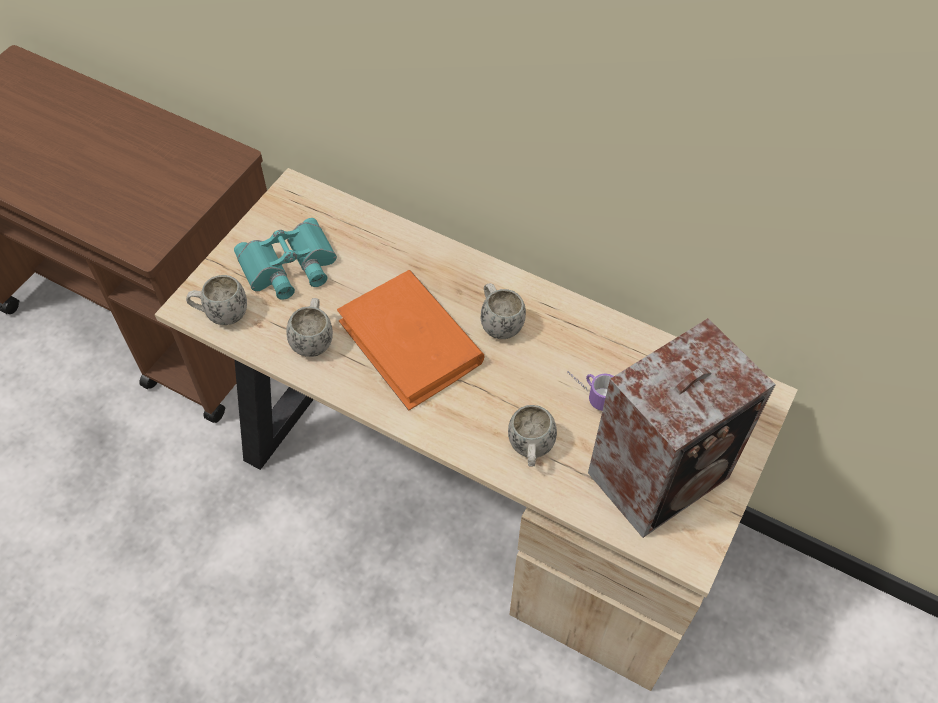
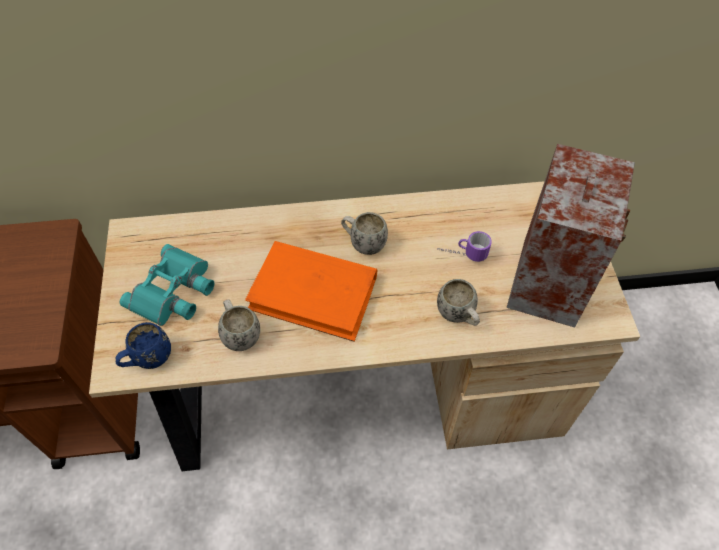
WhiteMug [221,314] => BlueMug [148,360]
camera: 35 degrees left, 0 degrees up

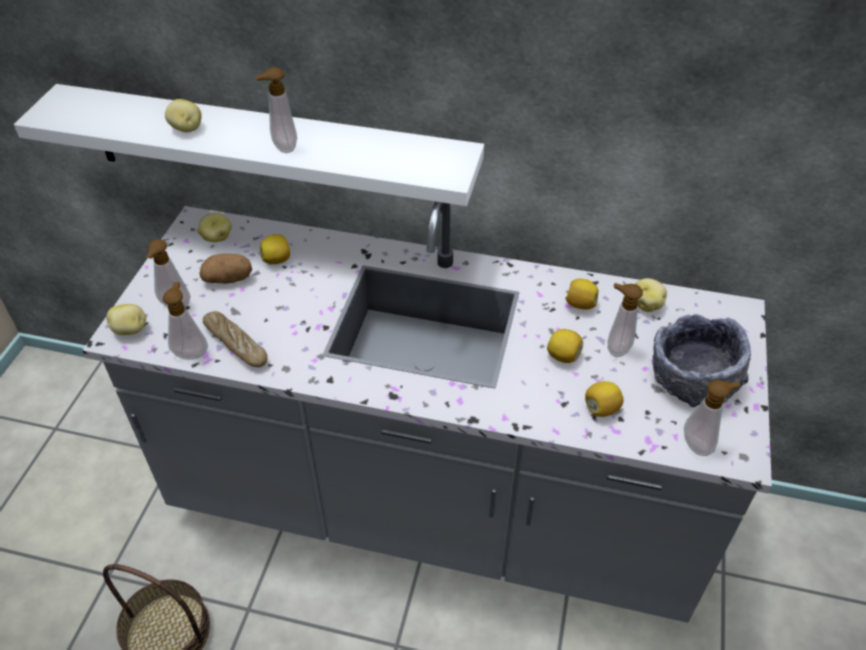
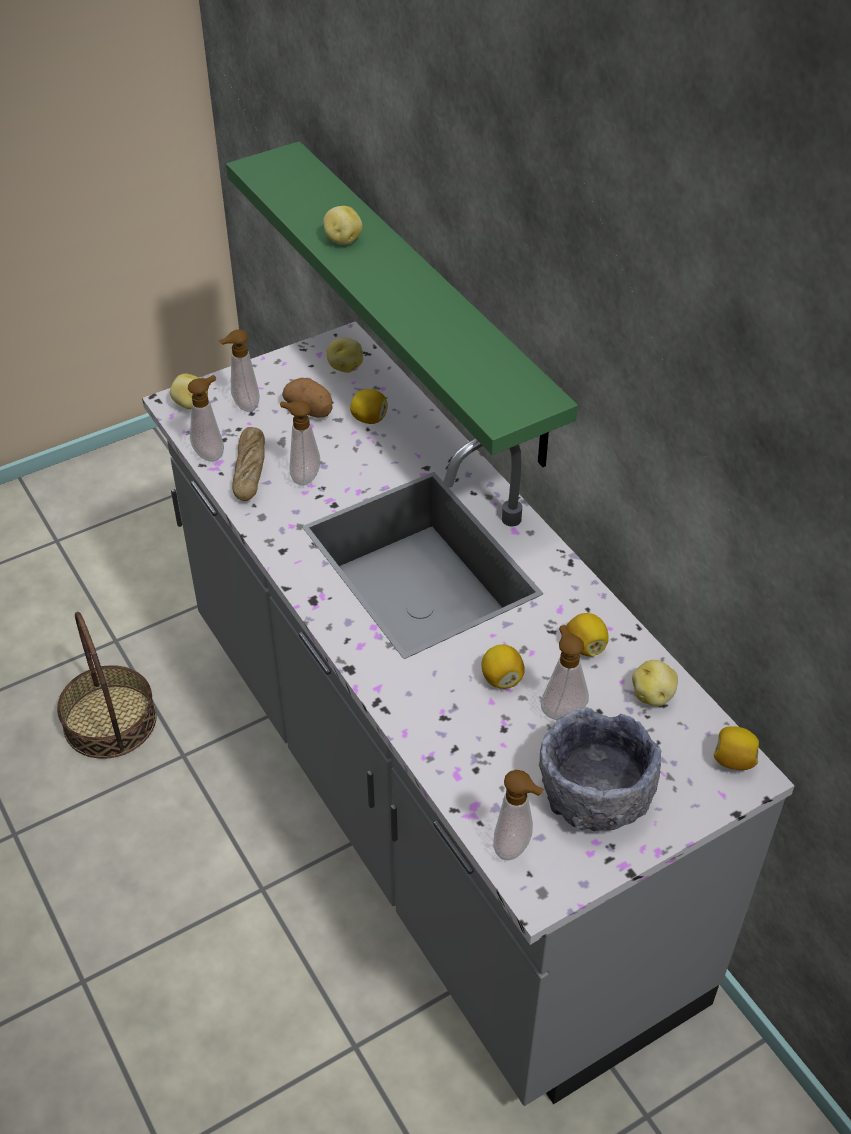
SoapDispenser [282,148] => SoapDispenser [303,476], move
WhiteShelf [267,149] => GreenShelf [423,300]
Lemon [601,409] => Lemon [733,760], move
camera: 45 degrees right, 0 degrees up

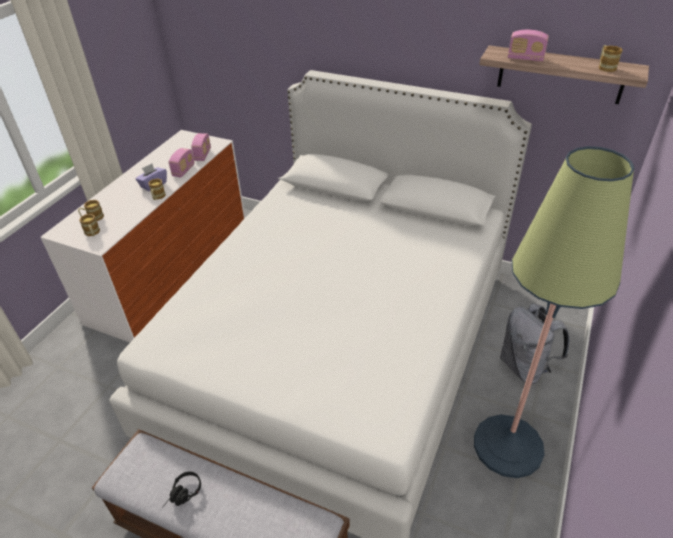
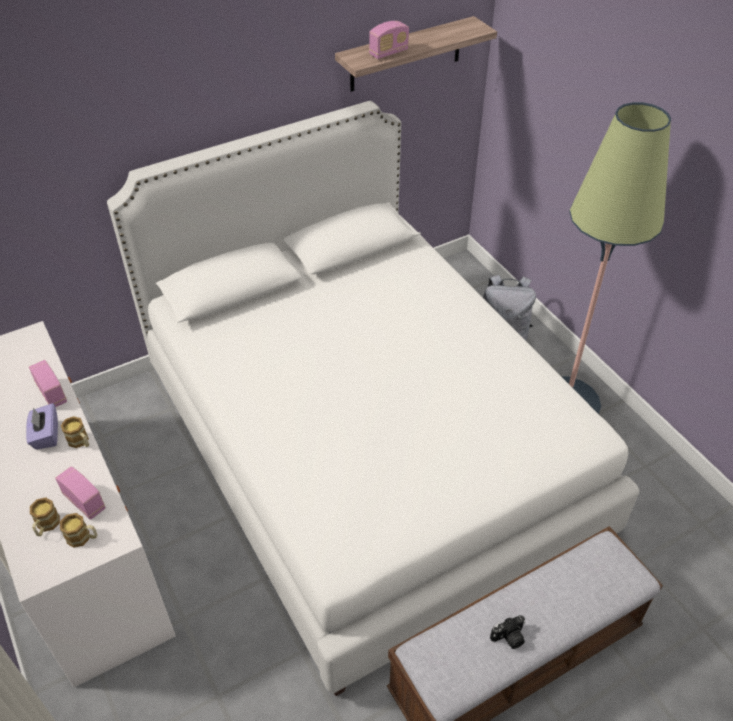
Mug [605,66] => nothing
Radio [203,155] => Radio [84,502], move
BlackHeadphones [183,495] => PhotoCamera [509,638]
camera: 55 degrees left, 5 degrees up

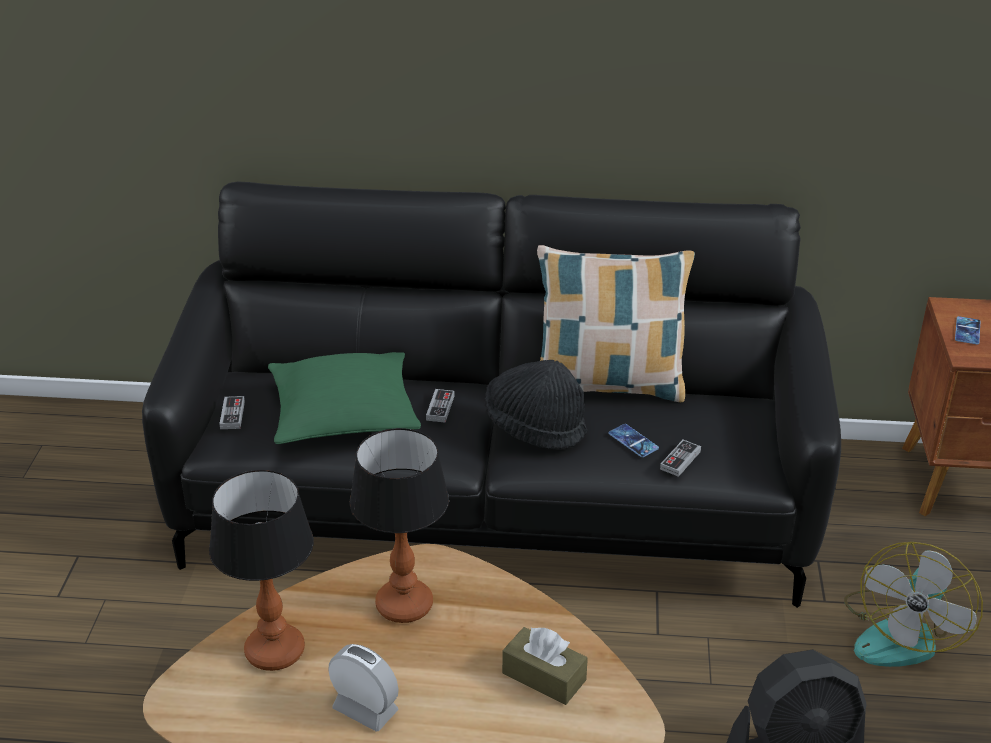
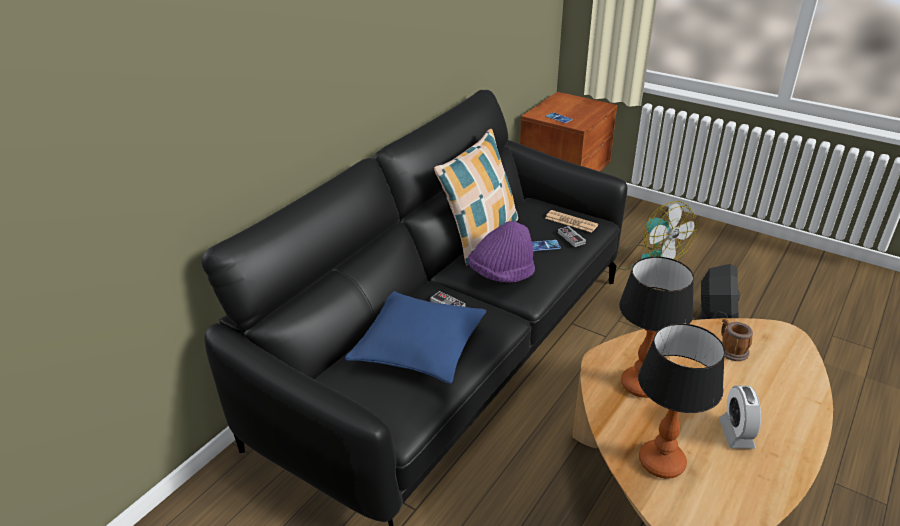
GreenPillow [343,413] => BluePillow [419,347]
BlackHat [534,427] => PurpleHat [501,274]
GameController [232,415] => nothing
BrownTissueBox [544,676] => Mug [730,349]
AlarmClock [365,710] => AlarmClock [736,434], 60 degrees counterclockwise
nothing => Newspaper [571,222]
camera: 60 degrees left, 0 degrees up

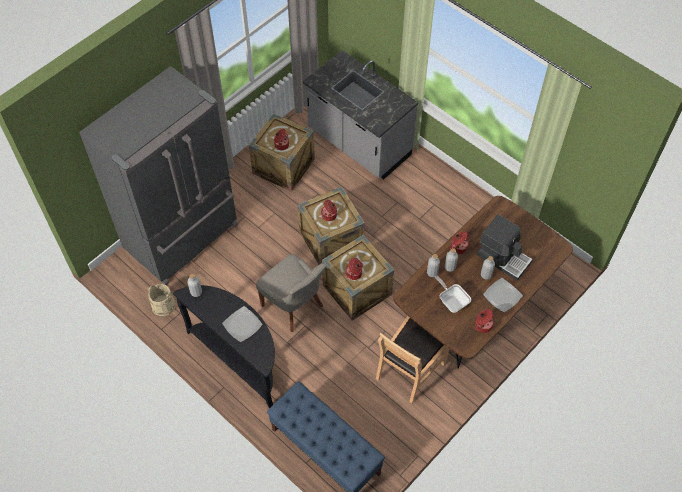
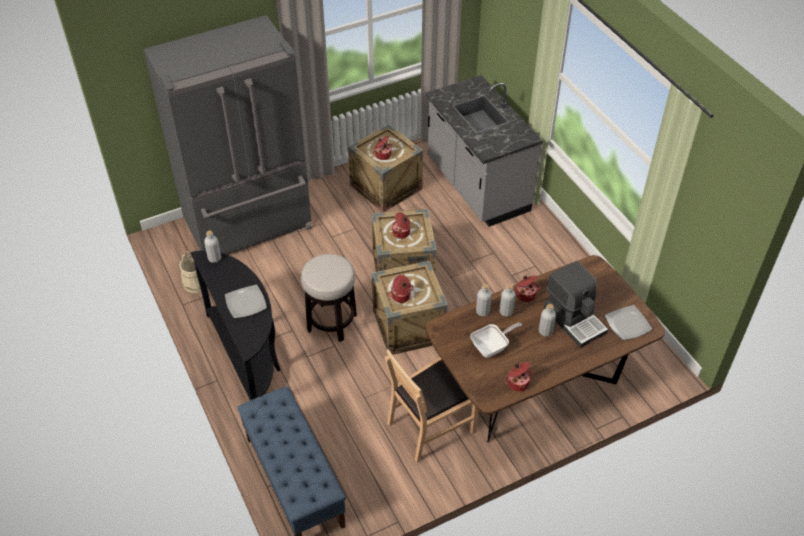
GreyChair [294,306] => Stool [332,322]
FryingPan [452,301] => FryingPan [492,347], 75 degrees clockwise
Plate [502,296] => Plate [627,324], move
camera: 20 degrees right, 10 degrees down

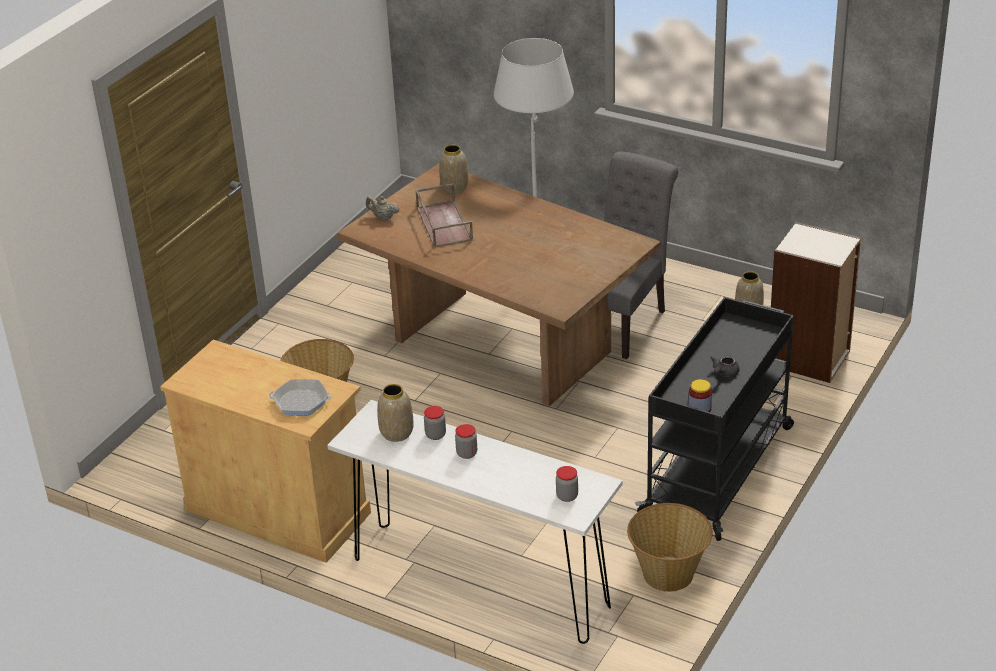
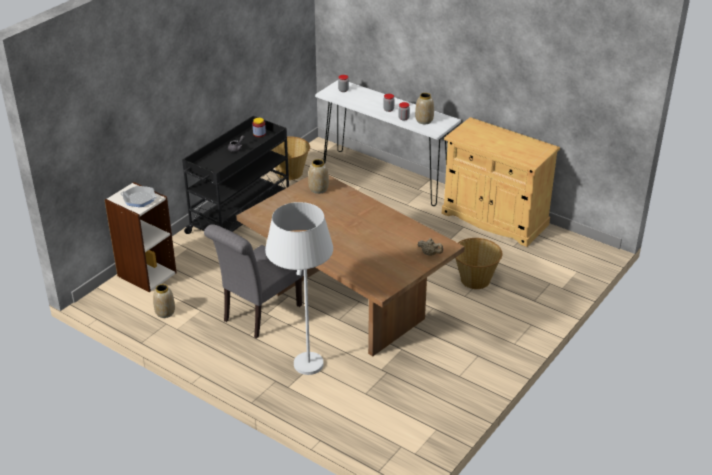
Vase [454,187] => Vase [318,189], move
BrownTray [443,223] => nothing
FryingPan [301,402] => FryingPan [139,199], move
camera: 175 degrees left, 0 degrees up

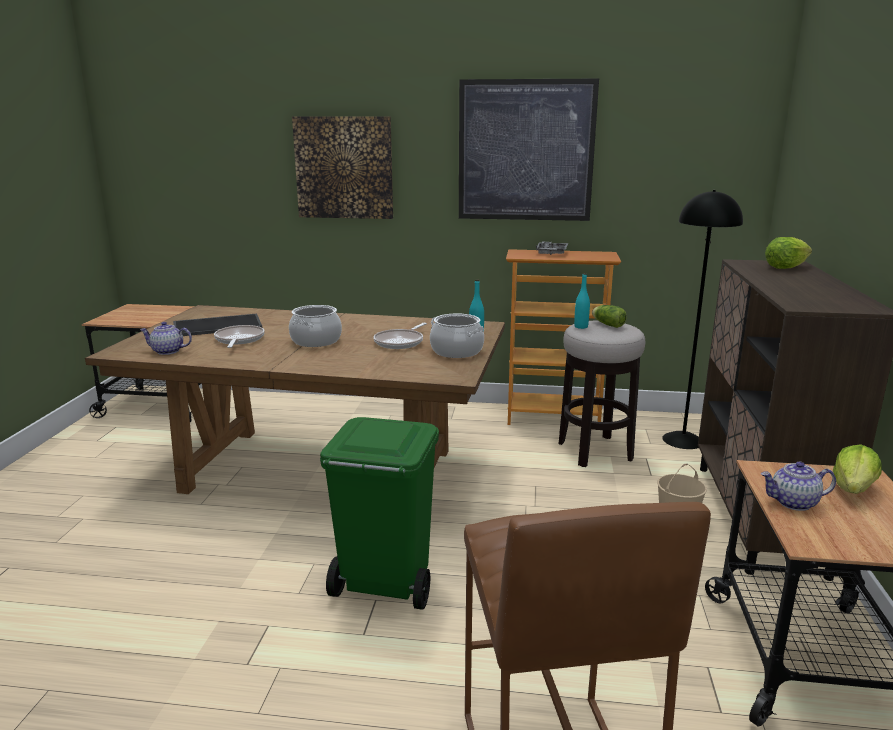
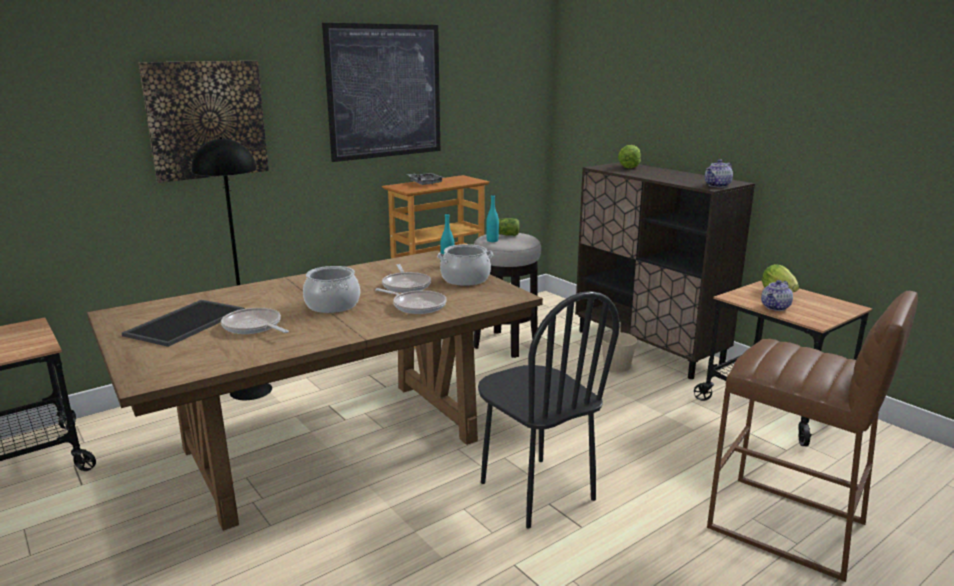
BlackFloorLamp [682,440] => BlackFloorLamp [250,390], move
Teapot [167,351] => Teapot [717,185], move
GreenTrashCan [385,584] => BlackChair [536,491]
nothing => FryingPan [416,306]
camera: 45 degrees left, 0 degrees up

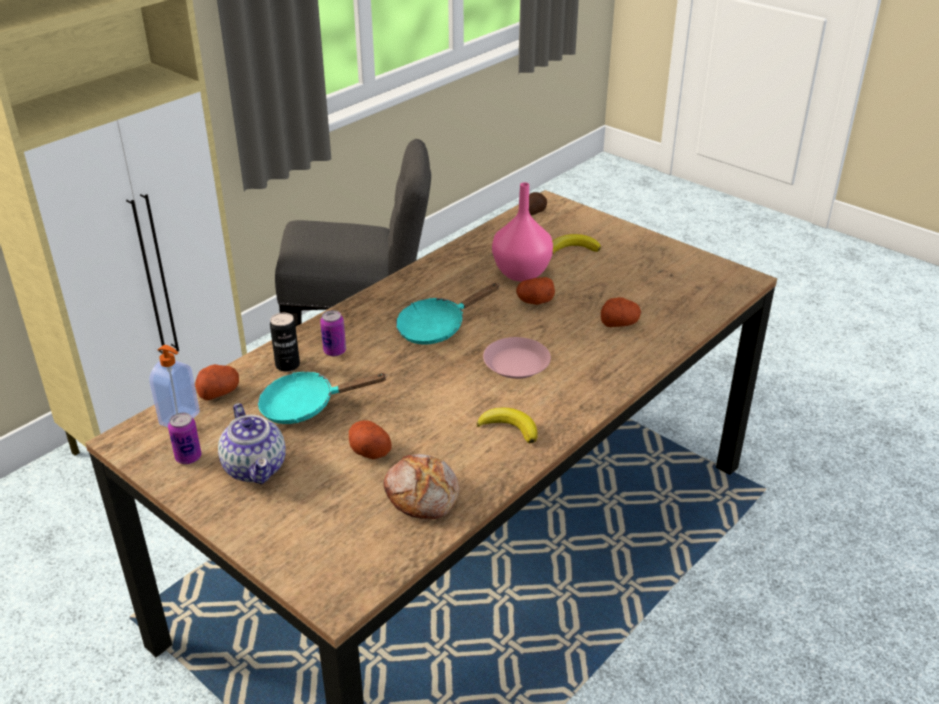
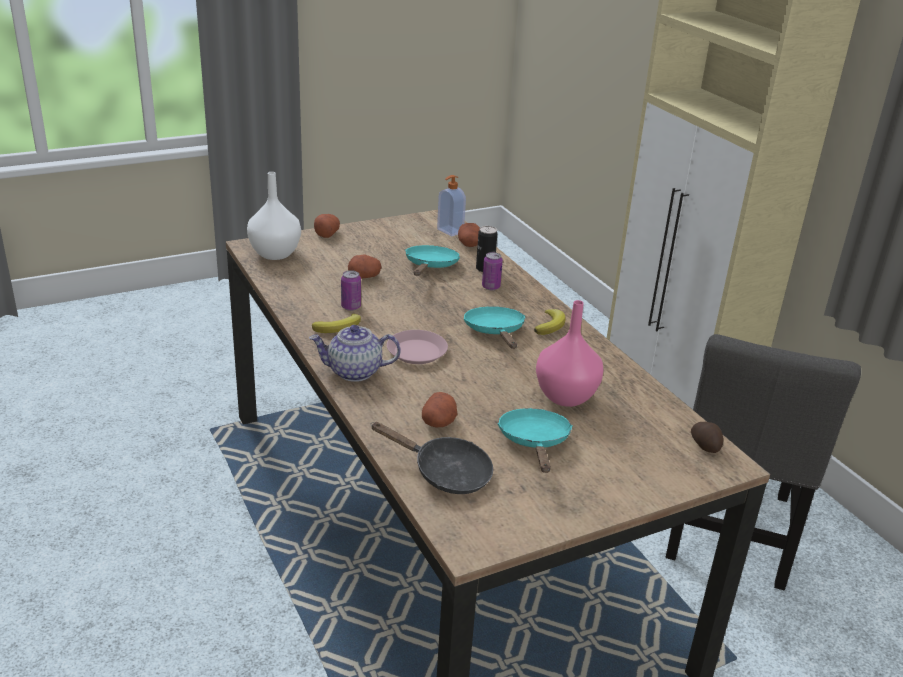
Banana [573,248] => Banana [550,325], move
Potato [535,301] => Potato [326,233], move
Teapot [256,468] => Teapot [354,372], move
Can [188,457] => Can [351,307], move
Bread [423,494] => nothing
nothing => WhiteVase [274,253]
nothing => TurquoiseFryingPan [534,442]
nothing => BlackFryingPan [445,473]
camera: 110 degrees right, 5 degrees down

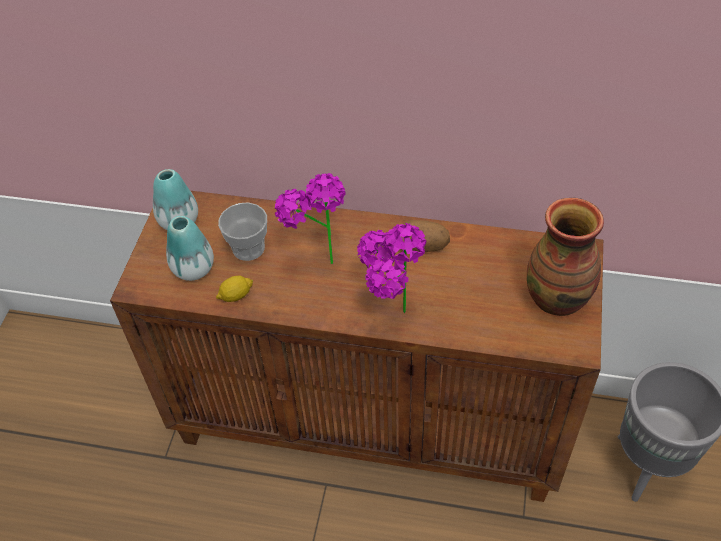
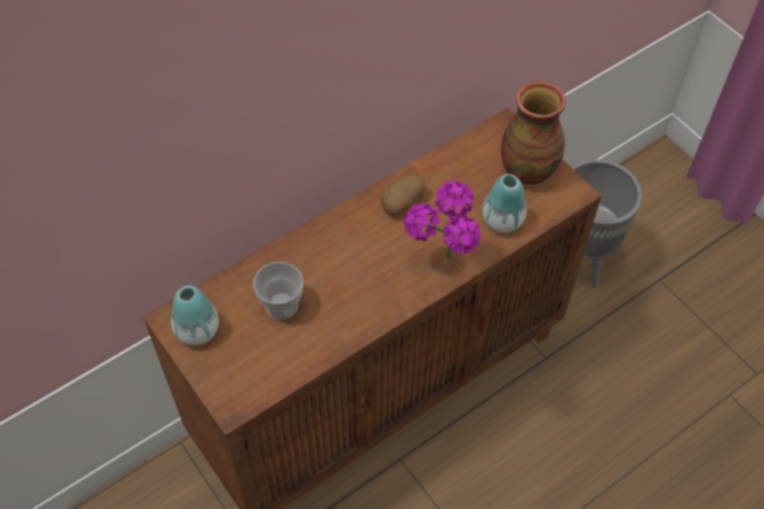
PottedPlant [319,257] => nothing
Vase [193,269] => Vase [502,221], move
Lemon [236,295] => nothing
camera: 50 degrees left, 5 degrees up

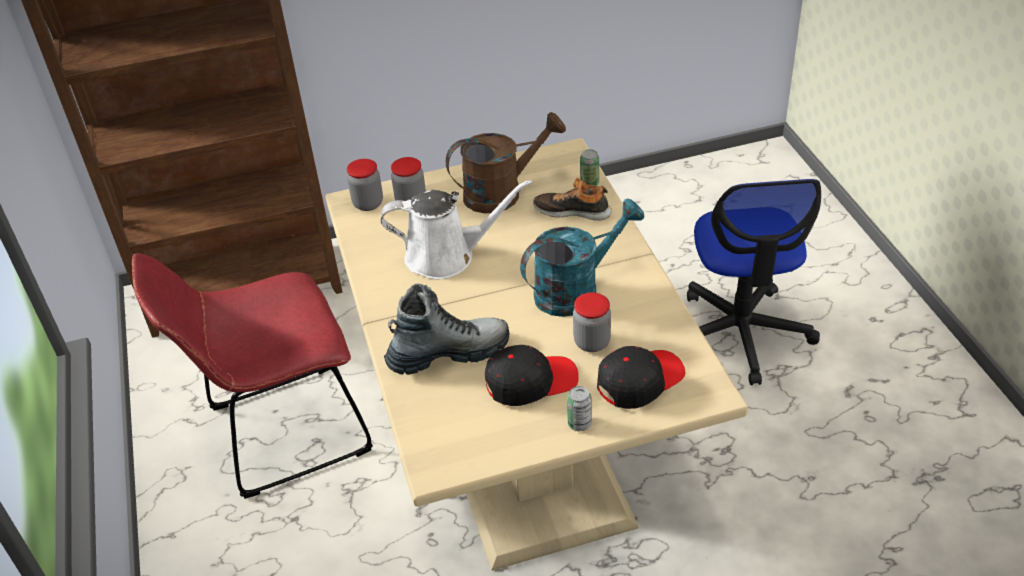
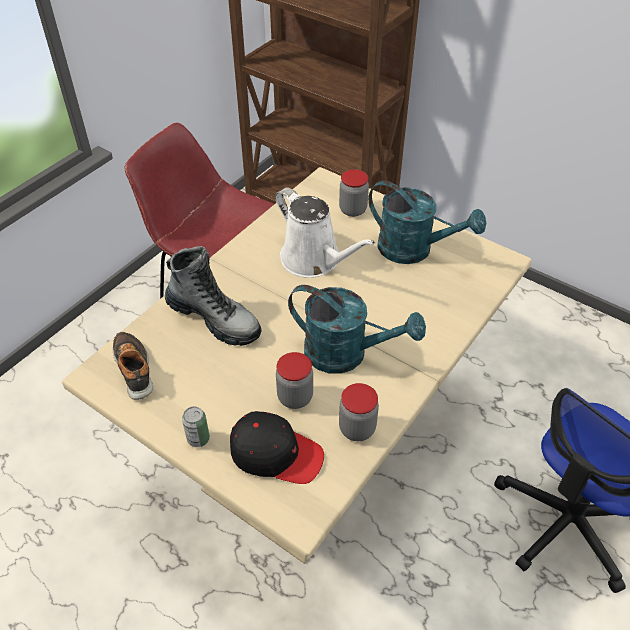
BrownWateringCan [502,192] => TurquoiseWateringCan [414,250]
Can [589,183] => nothing
Jar [368,203] => Jar [357,428], move
Shoe [572,211] => Shoe [134,369], move
BlackCap [530,381] => nothing
camera: 50 degrees right, 5 degrees up

